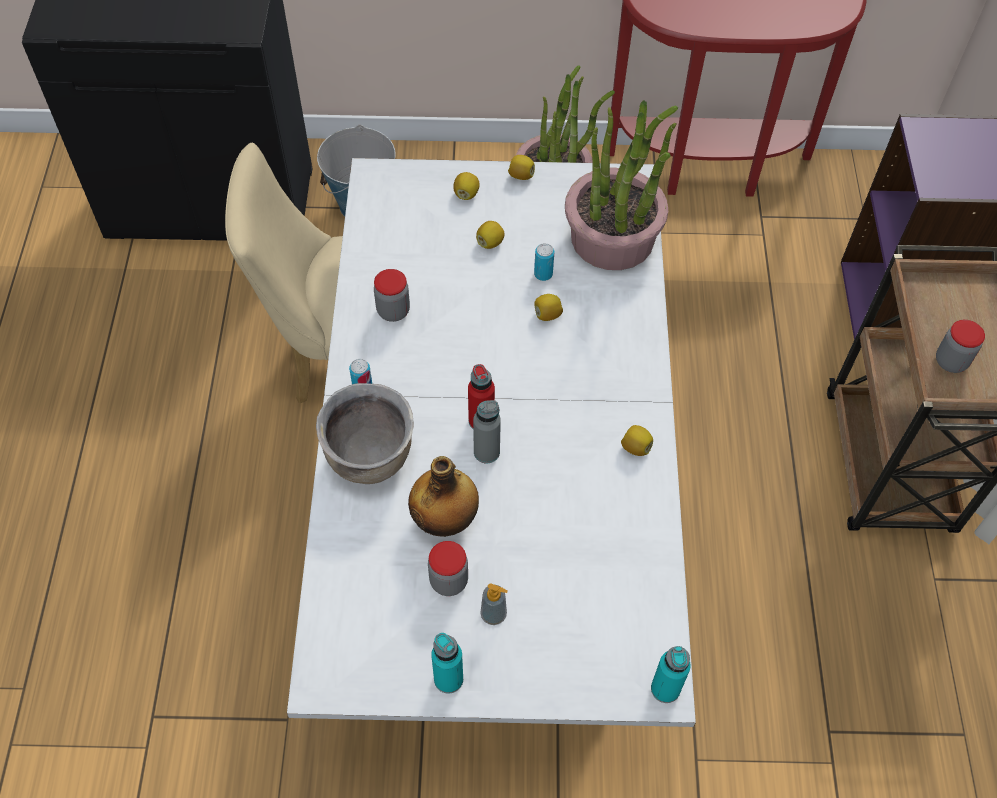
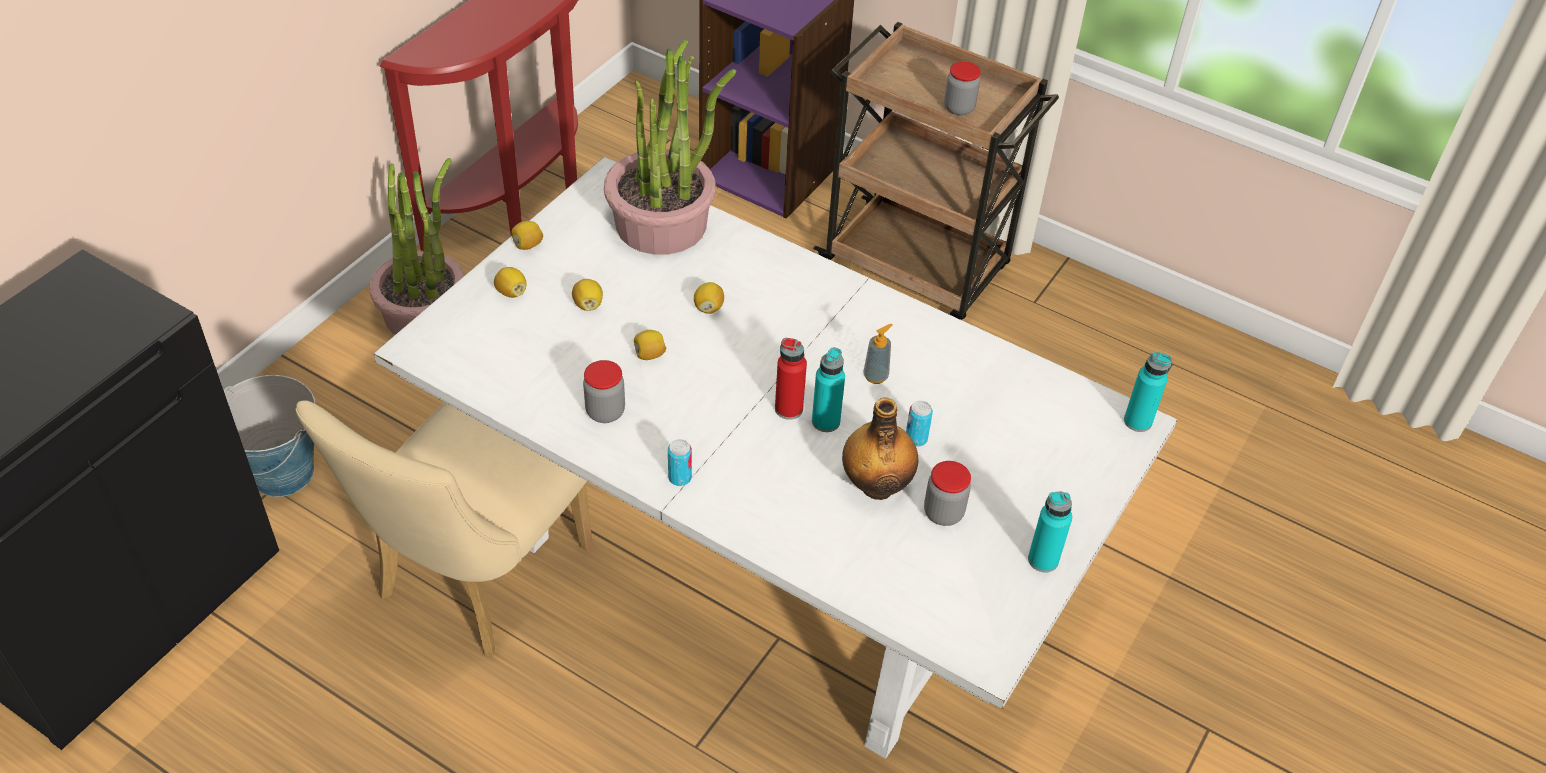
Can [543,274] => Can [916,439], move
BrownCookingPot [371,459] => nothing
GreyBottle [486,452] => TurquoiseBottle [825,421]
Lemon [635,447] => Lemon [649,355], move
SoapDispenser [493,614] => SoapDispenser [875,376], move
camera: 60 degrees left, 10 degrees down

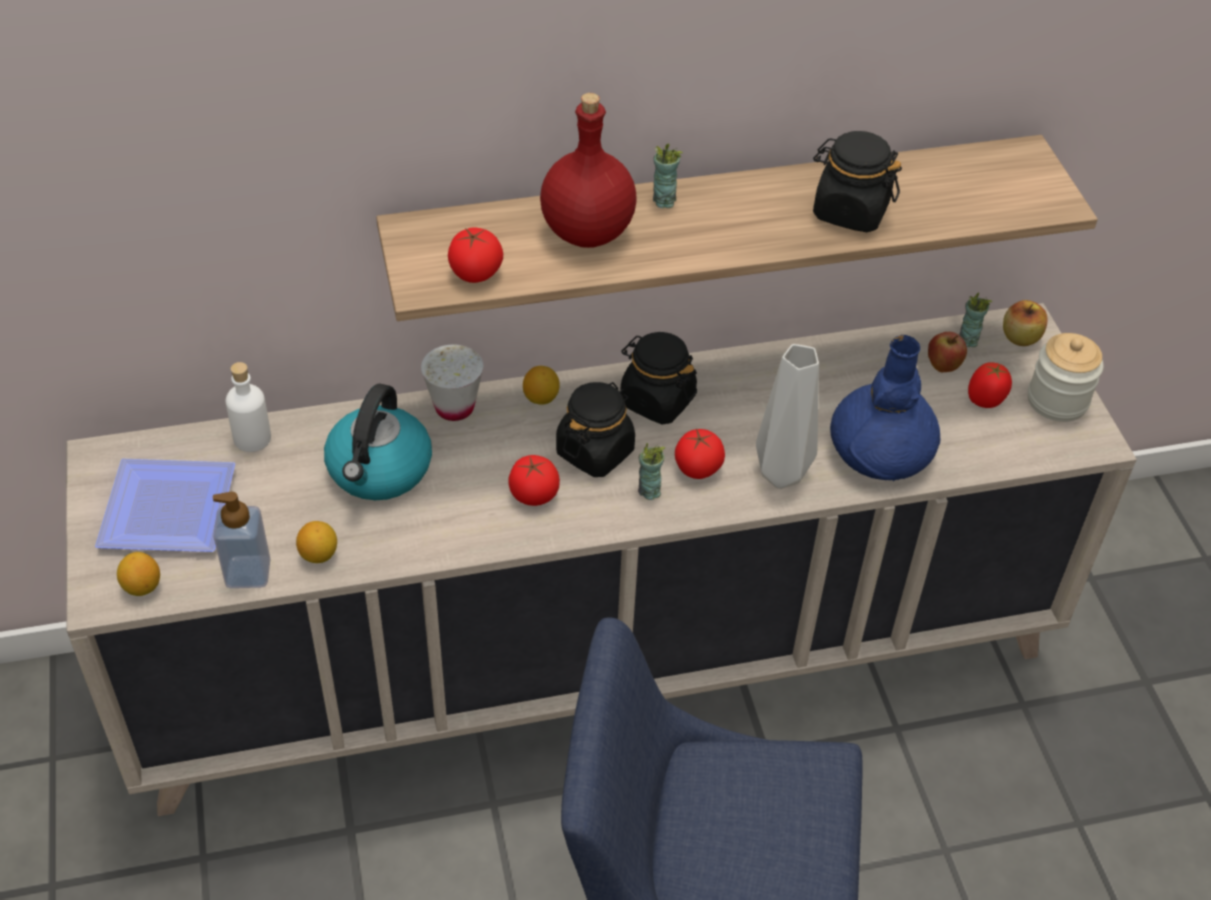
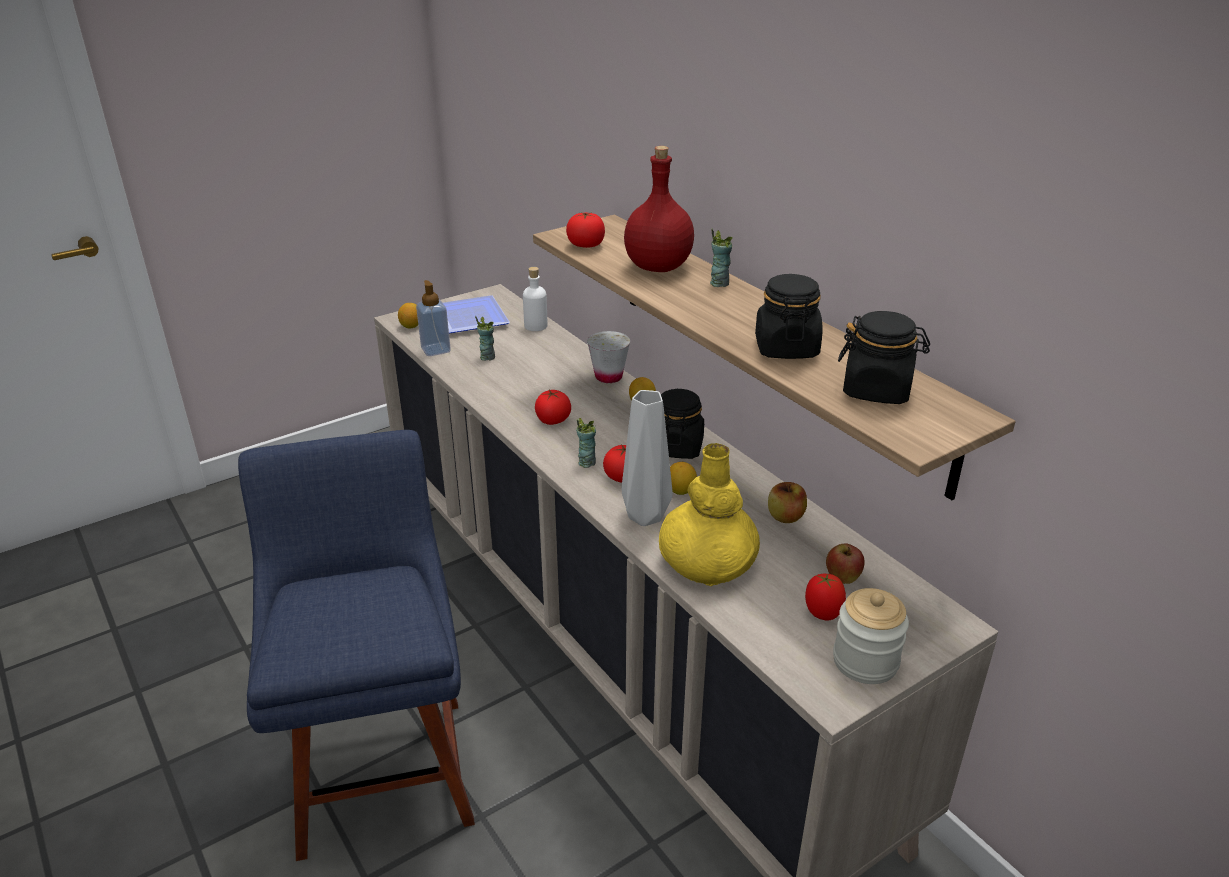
Cup [968,340] => Cup [487,357], move
Apple [1020,337] => Apple [785,517], move
BlueVase [880,451] => YellowVase [708,561]
BlackJar [595,451] => BlackJar [877,390], move
Kettle [379,470] => nothing
Lemon [319,555] => Lemon [680,491], move
camera: 70 degrees right, 15 degrees down

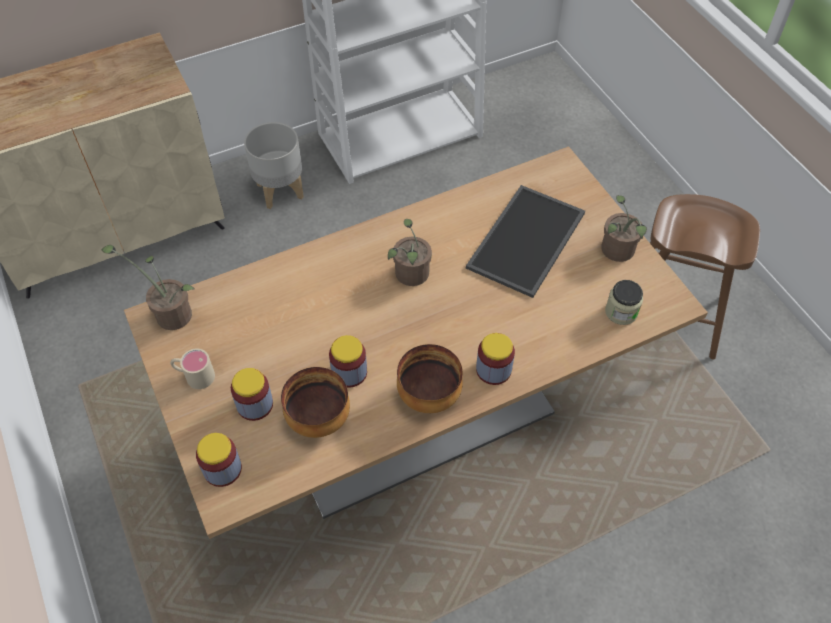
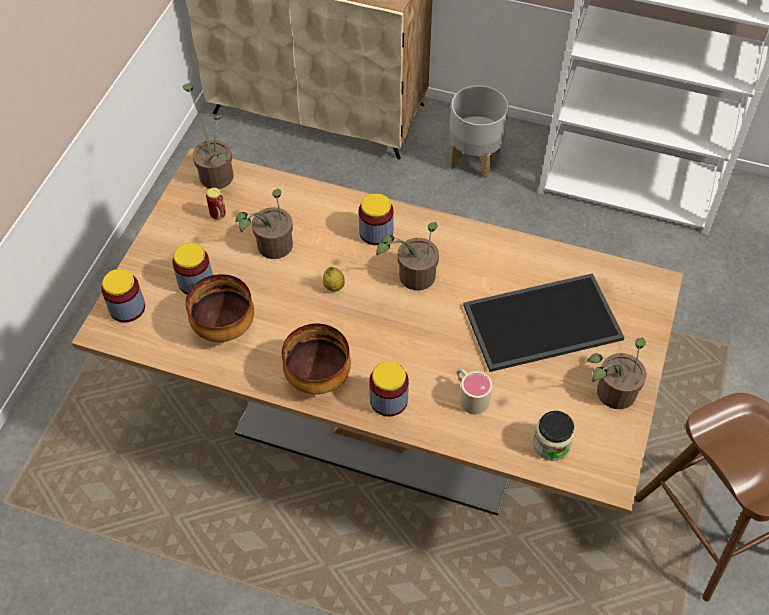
Jar [349,372] => Jar [376,232], move
BeigeMug [194,375] => BeigeMug [470,395], move
nothing => Can [218,215]
nothing => PottedPlant [271,249]
nothing => Lemon [334,287]
camera: 45 degrees right, 0 degrees up

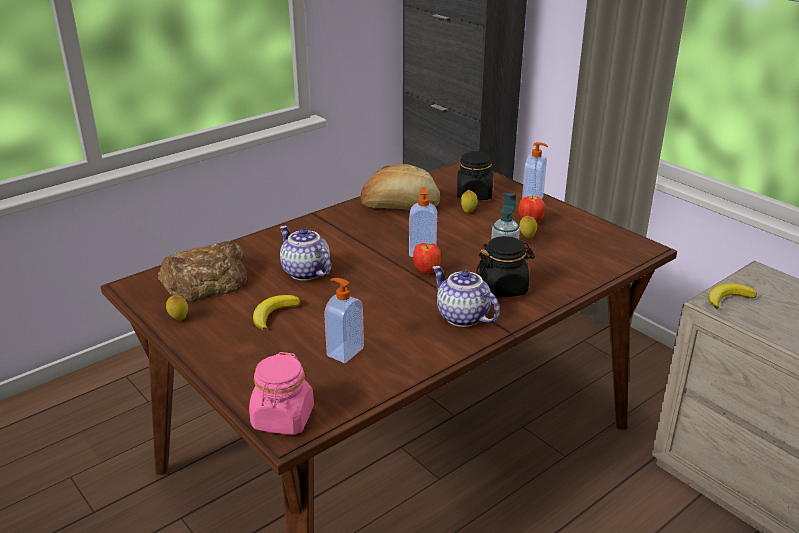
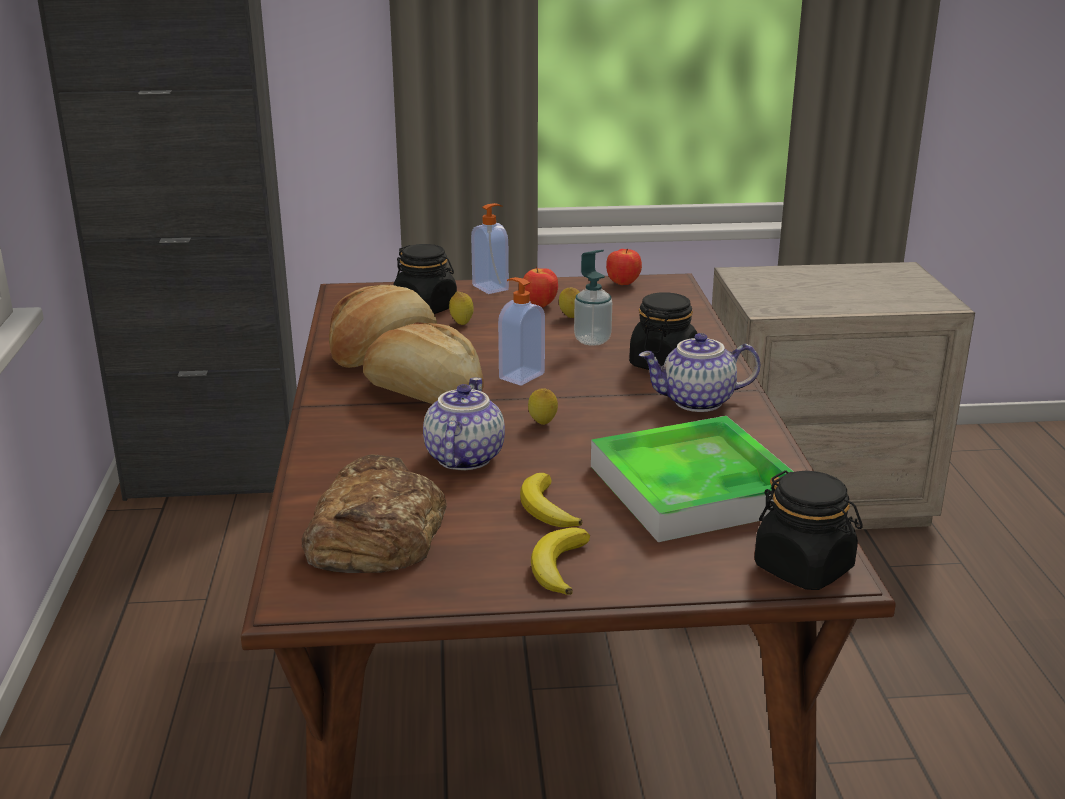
Teapot [304,272] => Teapot [462,457], 105 degrees clockwise
Apple [427,271] => Apple [623,284], move
SoapDispenser [344,351] => Tray [693,488]
Banana [728,299] => Banana [558,566], move
Lemon [179,319] => Lemon [542,424], move
PinkJar [283,418] => BlackJar [804,568]
nothing => Bread [424,395]
camera: 55 degrees left, 5 degrees down

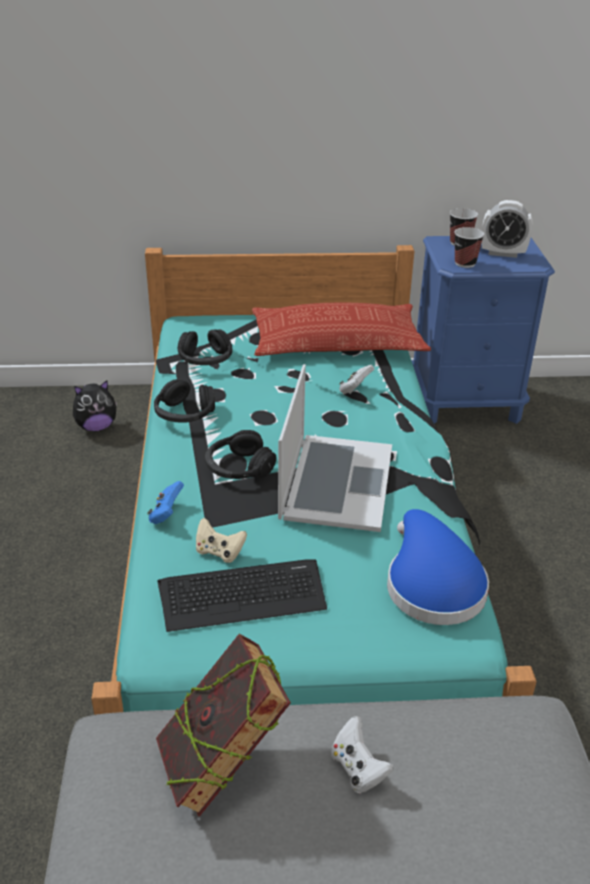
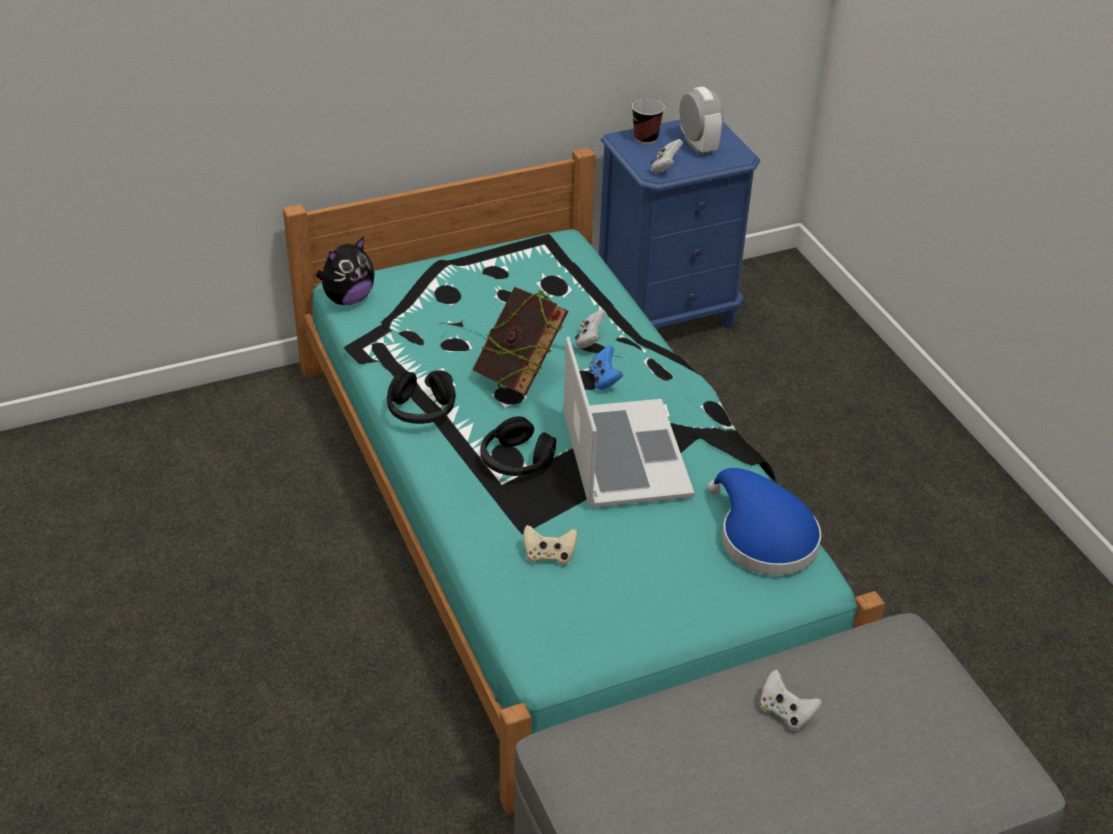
AlarmClock [502,253] => AlarmClock [698,145], 105 degrees counterclockwise
Cup [465,263] => WhiteGameController [665,167]
Pillow [337,342] => nothing
BlackHeadphones [205,359] => nothing
PlushToy [96,427] => PlushToy [348,299], move
BlueGameController [166,514] => BlueGameController [604,379], move
Keyboard [242,595] => nothing
Book [222,764] => Book [519,377], move
camera: 20 degrees left, 5 degrees up

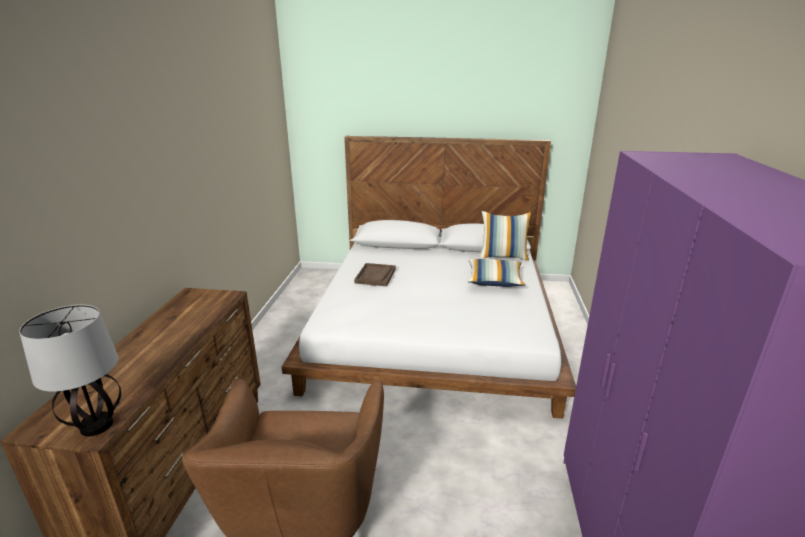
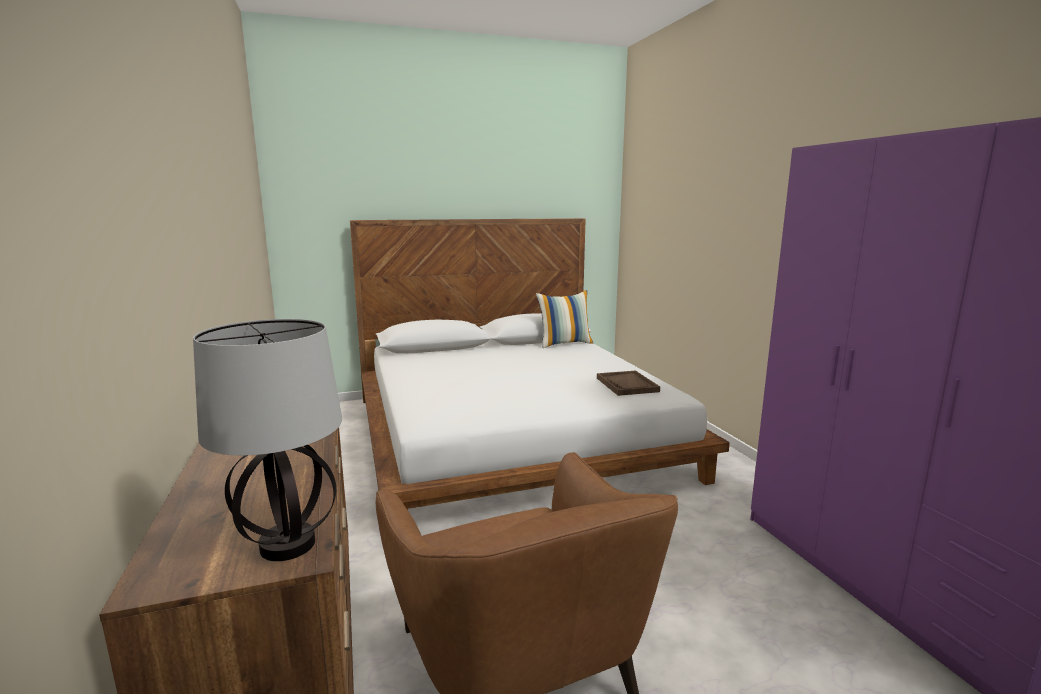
Pillow [494,280] => nothing
BrownTray [375,276] => BrownTray [627,385], move
camera: 25 degrees left, 10 degrees down

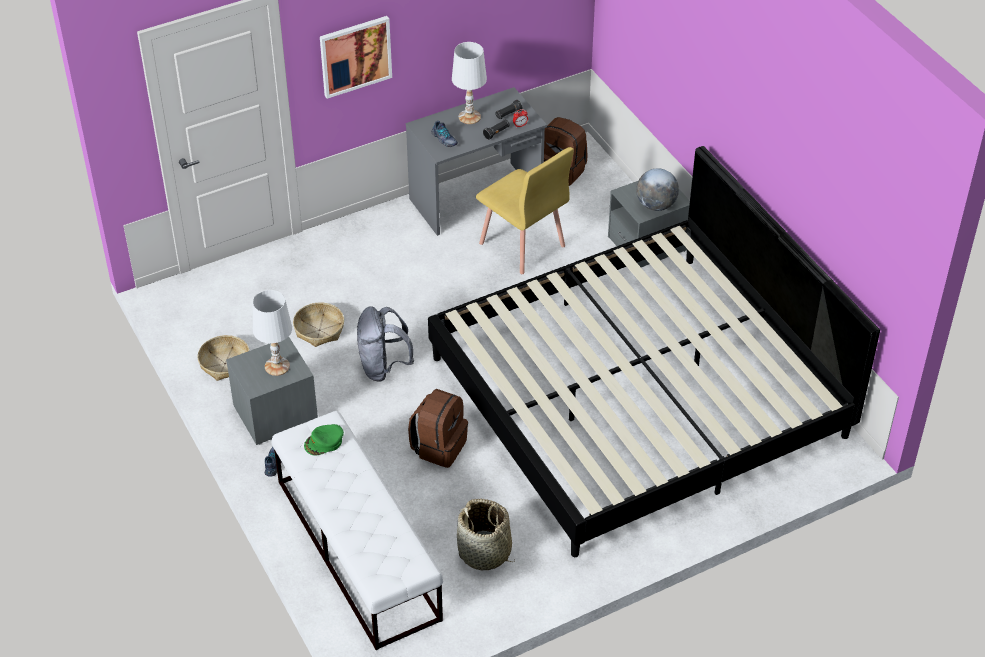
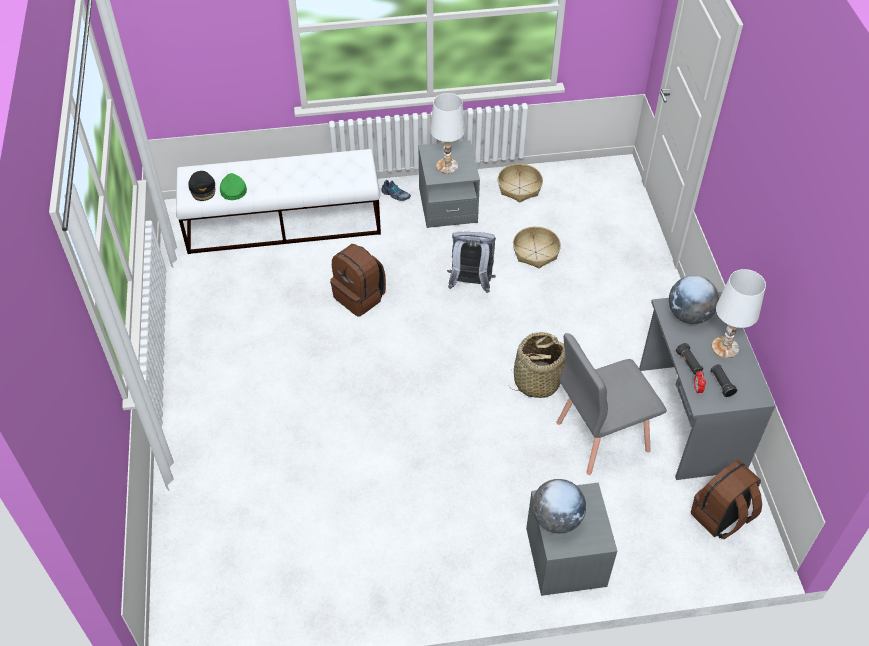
Picture [355,56] => nothing
Shoe [444,139] => Globe [689,315]
Bed [638,396] => nothing
YellowChair [522,245] => GreyChair [601,436]
GreenCap [324,442] => GreenCap [233,189], move
Basket [485,552] => Basket [536,381], move
nothing => BlackCap [203,188]
camera: 110 degrees right, 5 degrees up

